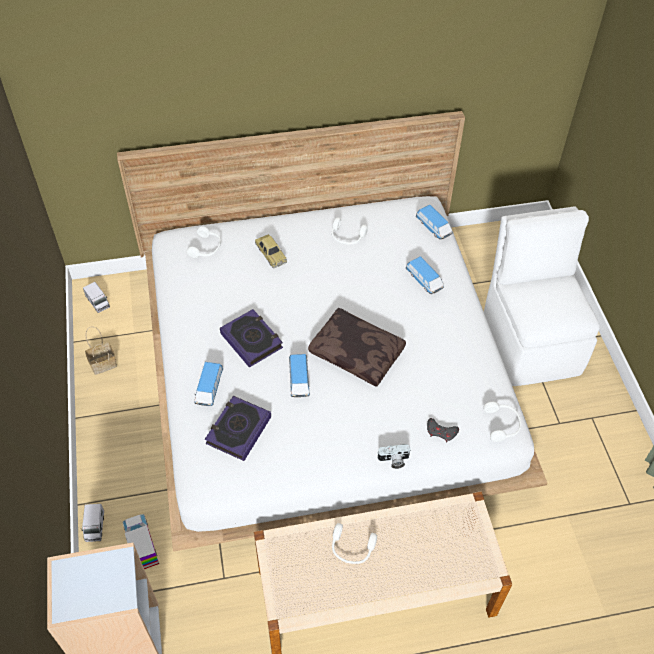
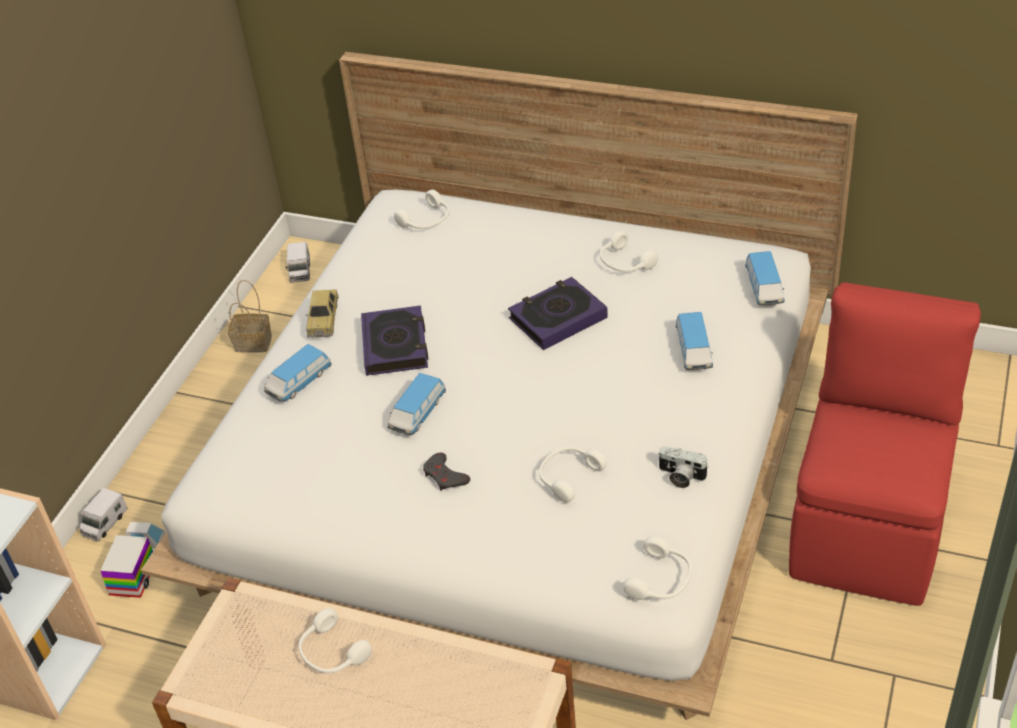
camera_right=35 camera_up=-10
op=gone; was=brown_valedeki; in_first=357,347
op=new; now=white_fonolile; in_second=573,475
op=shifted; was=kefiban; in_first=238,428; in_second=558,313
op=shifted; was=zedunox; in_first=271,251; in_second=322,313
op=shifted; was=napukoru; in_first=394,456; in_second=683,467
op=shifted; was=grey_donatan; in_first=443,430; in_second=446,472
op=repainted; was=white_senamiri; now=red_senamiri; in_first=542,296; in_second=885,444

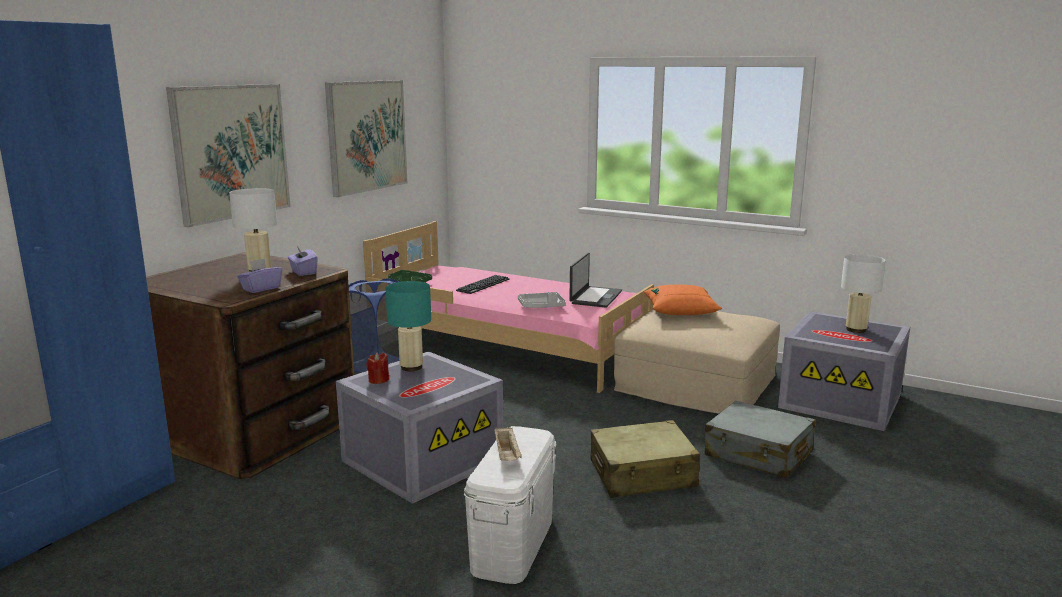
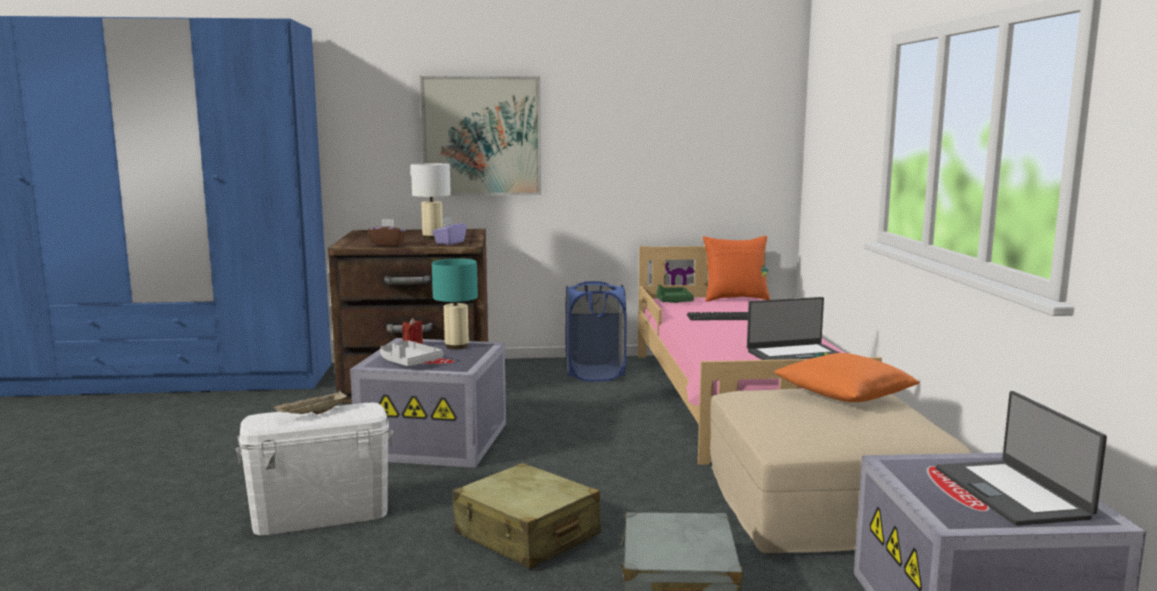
camera_right=55 camera_up=-5
op=gone; was=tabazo; in_first=366,138
op=new; now=orange_valedeki; in_second=736,269
op=shifted; was=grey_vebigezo; in_first=542,300; in_second=411,353
op=swapped; was=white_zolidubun; now=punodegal; in_first=863,293; in_second=1021,458
op=repainted; was=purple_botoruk; now=brown_botoruk; in_first=260,275; in_second=387,233

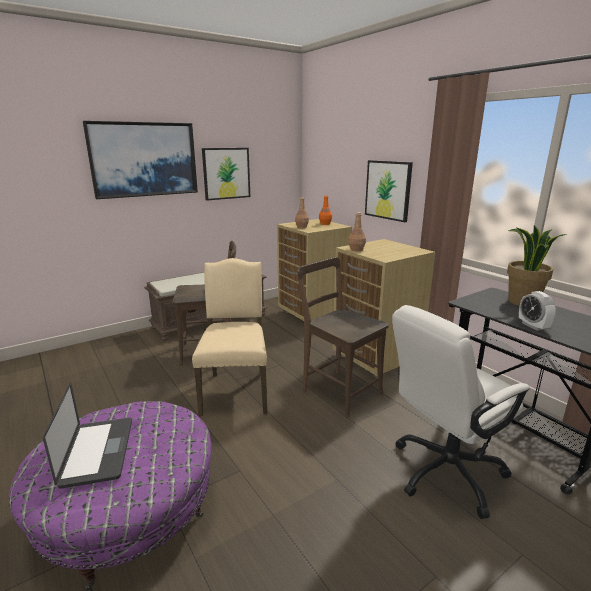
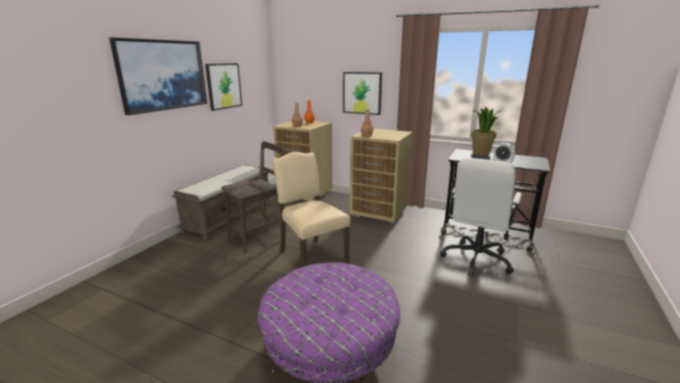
camera_right=-30 camera_up=0
op=gone; was=punodegal; in_first=87,436
op=gone; was=brown_senamiri; in_first=343,337

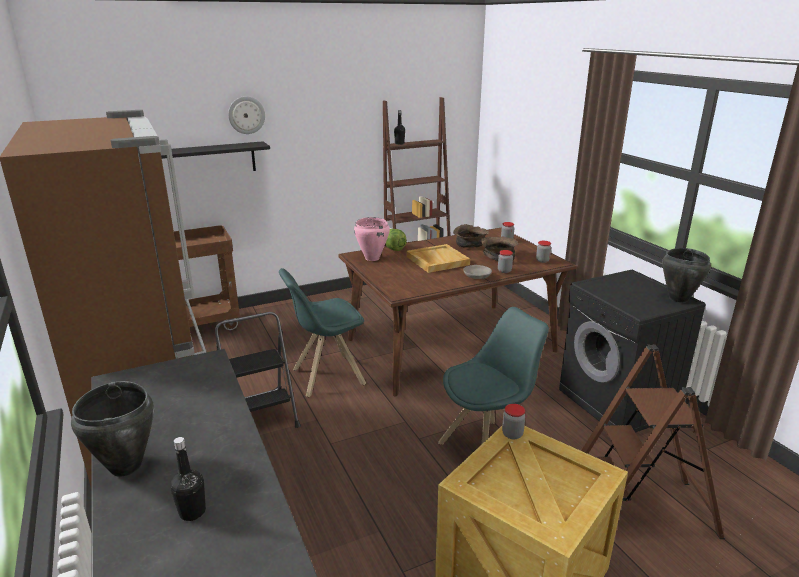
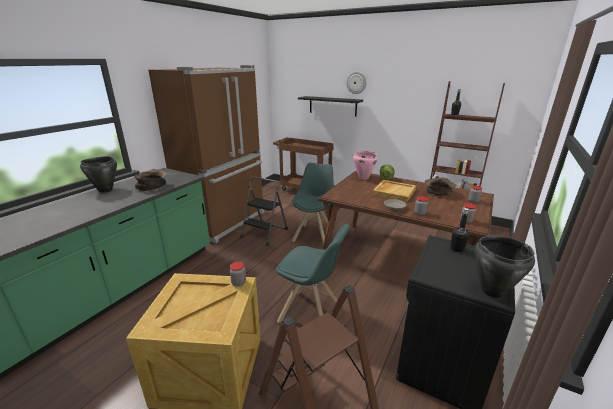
camera_right=55 camera_up=0
op=shifted; was=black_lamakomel; in_first=188,479; in_second=460,230
op=shifted; was=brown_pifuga; in_first=500,249; in_second=151,180
op=rotated; was=turquoise_senamiri; in_first=322,332; in_second=313,204; clockwise=75

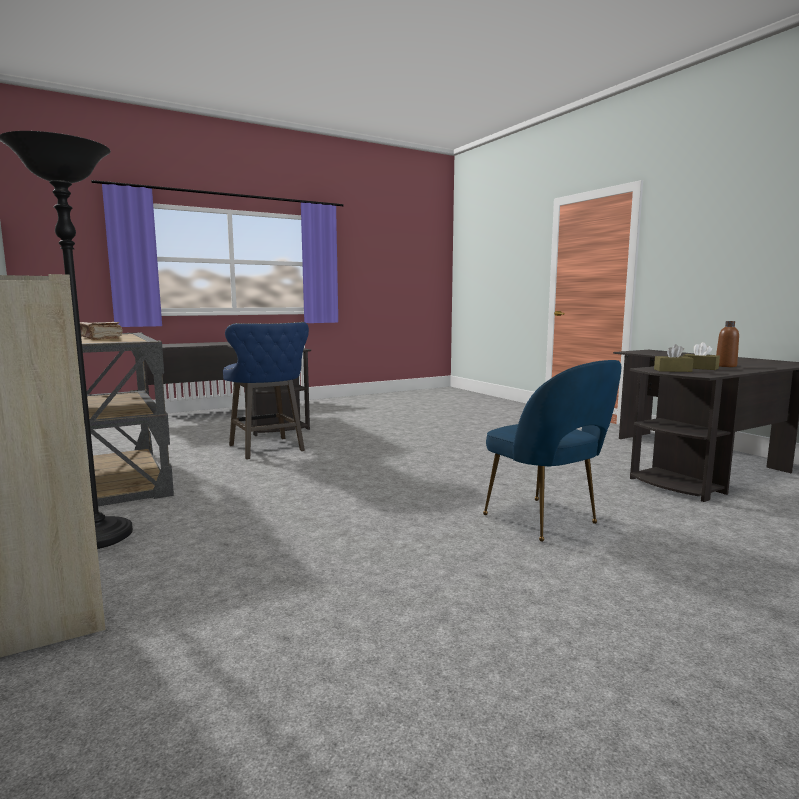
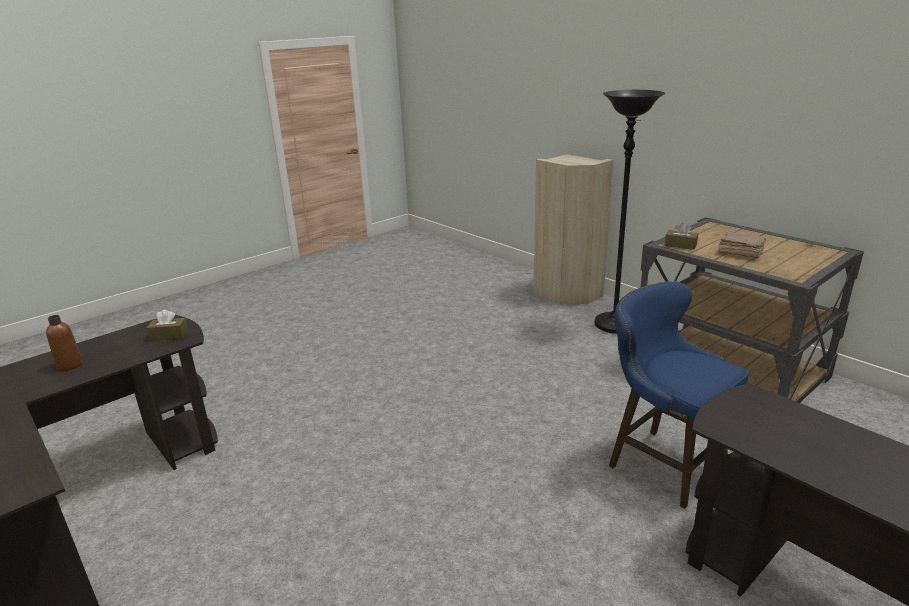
camera_right=170 camera_up=15
op=gone; was=blue_senamiri; in_first=552,451
op=shifted; was=brown_botoruk; in_first=701,356; in_second=681,236

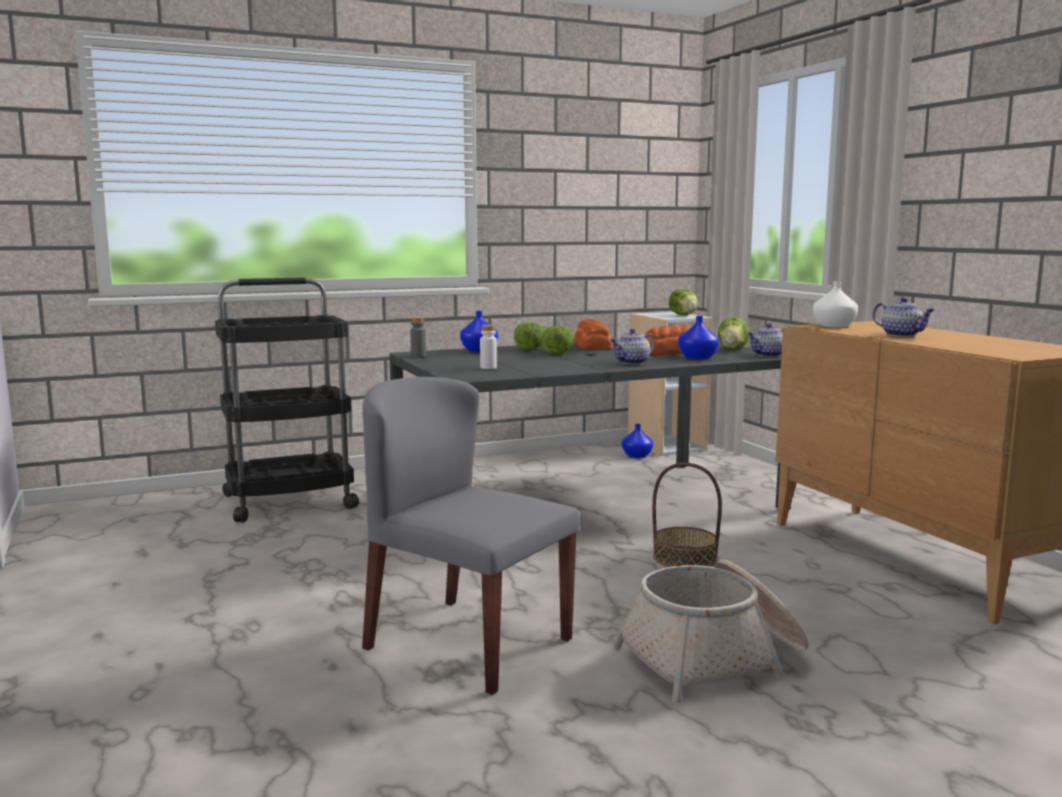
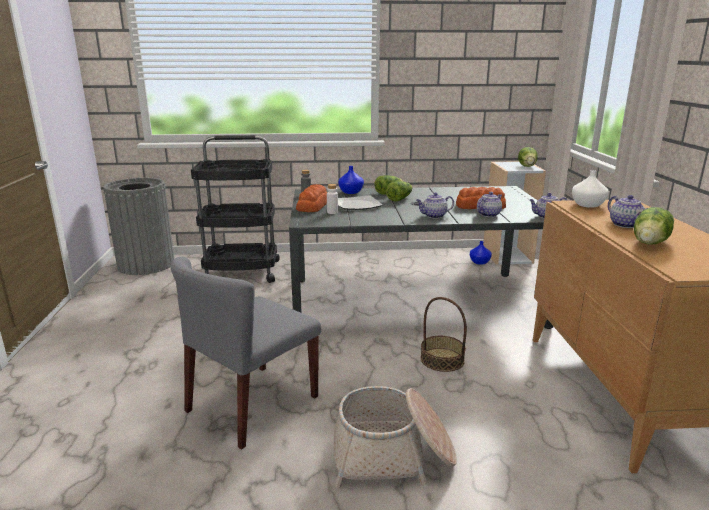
camera_right=20 camera_up=10
op=new; now=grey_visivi; in_second=138,226
op=new; now=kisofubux; in_second=360,202
op=shifted; was=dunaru; in_first=593,334; in_second=311,198
op=shifted; was=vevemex; in_first=733,333; in_second=654,226
op=swapped; was=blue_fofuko; now=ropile; in_first=698,338; in_second=489,204
op=rotated; was=grey_senamiri; in_first=471,536; in_second=245,353; clockwise=-105

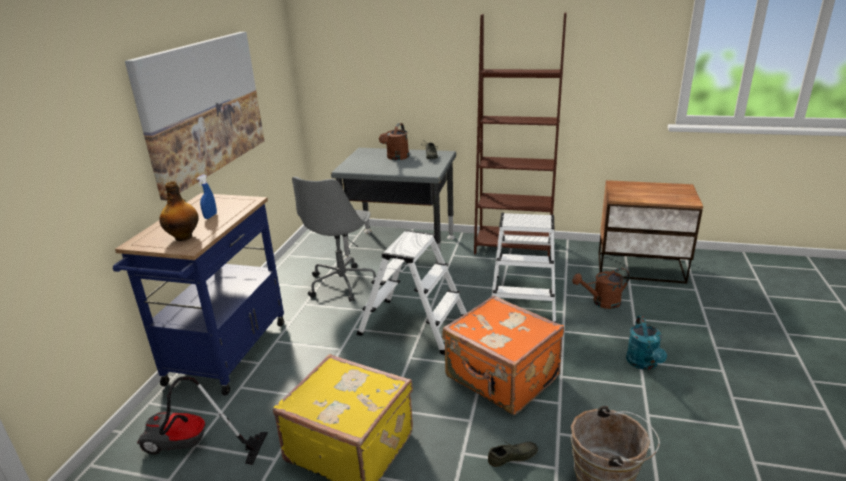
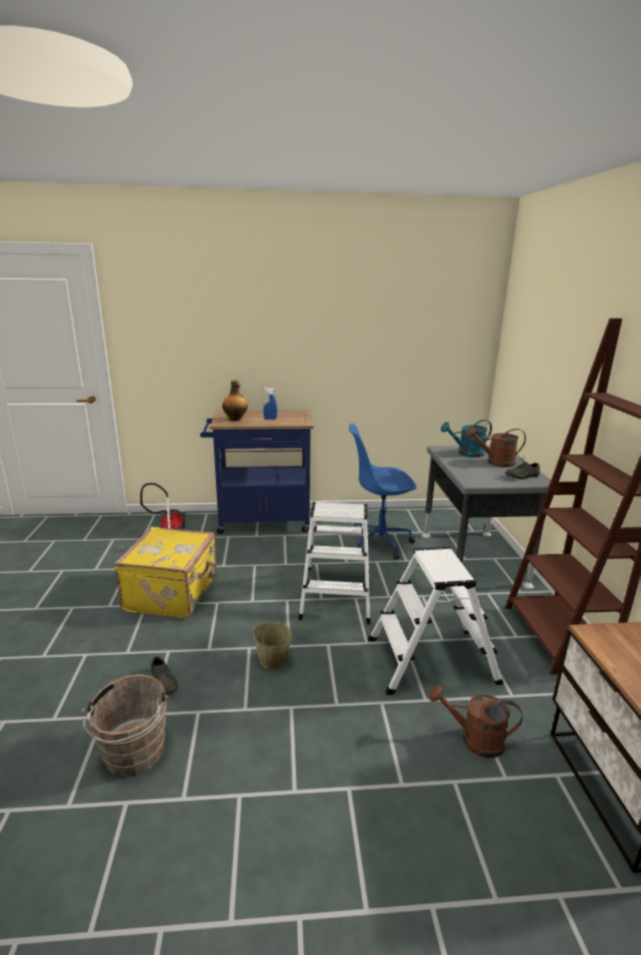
camera_right=70 camera_up=-5
op=gone; was=tabazo; in_first=195,116
op=shifted; was=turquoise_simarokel; in_first=646,343; in_second=466,438
op=swapped; was=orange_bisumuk; now=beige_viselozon; in_first=503,355; in_second=272,642
op=repainted; was=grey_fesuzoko; now=blue_fesuzoko; in_first=334,239; in_second=382,492
op=rotated; was=brown_simarokel; in_first=601,288; in_second=476,721; clockwise=-45

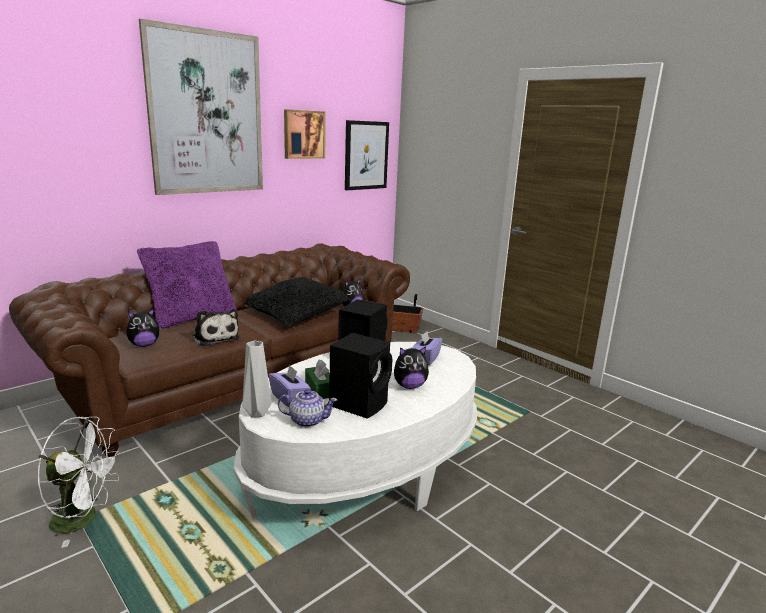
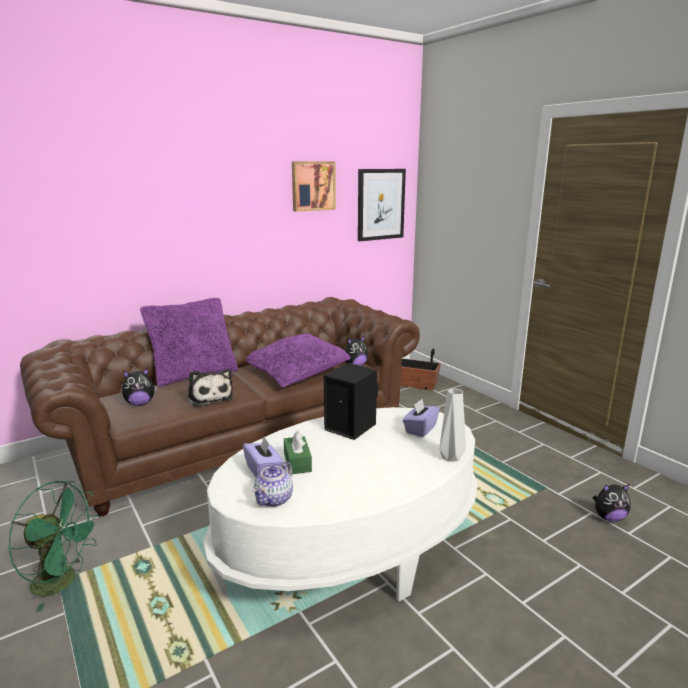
camera_right=10 camera_up=0
op=gone; was=tabazo; in_first=201,107
op=gone; was=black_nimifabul; in_first=360,376
op=shifted; was=grey_fofuko; in_first=257,379; in_second=453,425
op=shifted; was=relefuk; in_first=411,367; in_second=612,503
op=repainted; was=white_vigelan; now=green_vigelan; in_first=79,482; in_second=54,546
op=repainted; was=black_valedeki; now=purple_valedeki; in_first=296,302; in_second=298,360
op=rotated; was=ropile; in_first=307,408; in_second=272,484; clockwise=105

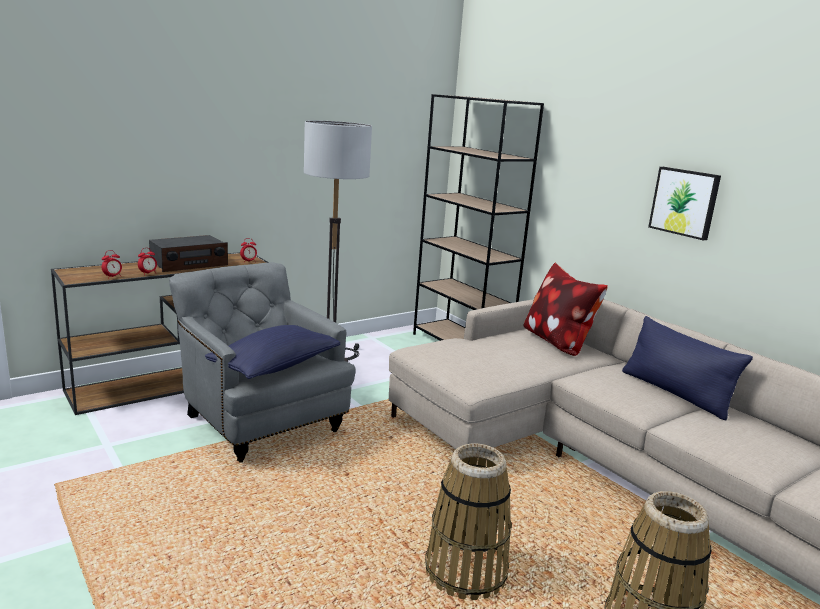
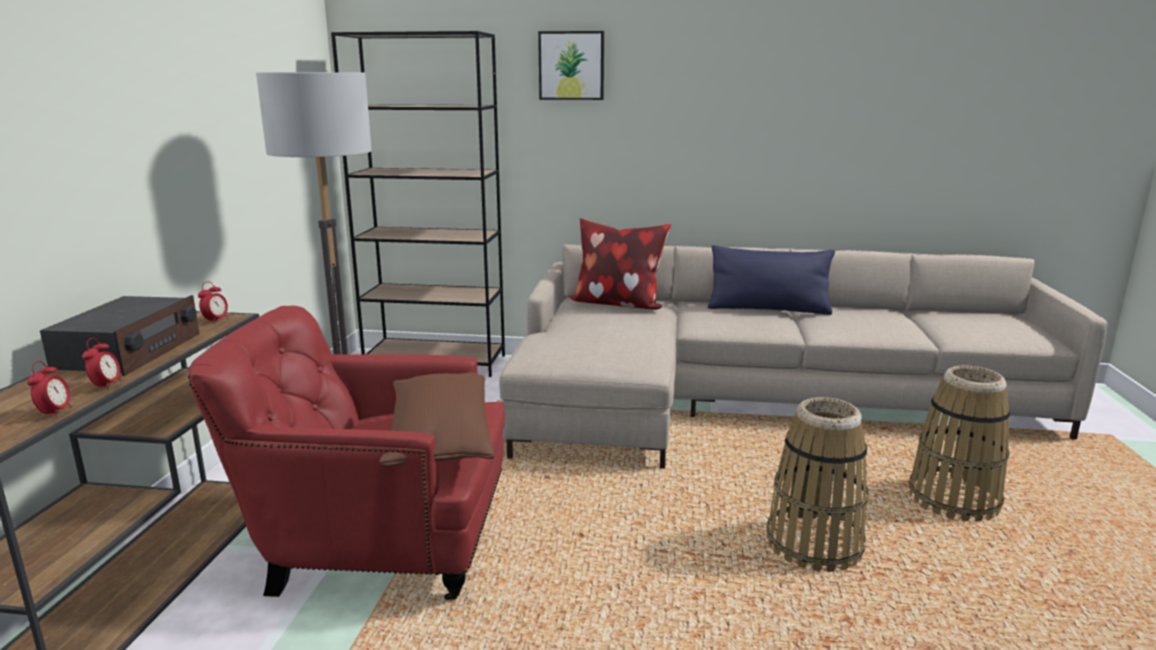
camera_right=-45 camera_up=0
op=shifted; was=tabazo; in_first=684,204; in_second=571,65
op=repainted; was=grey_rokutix; now=red_rokutix; in_first=262,362; in_second=346,453
op=repainted; was=blue_valedeki; now=brown_valedeki; in_first=272,352; in_second=436,419

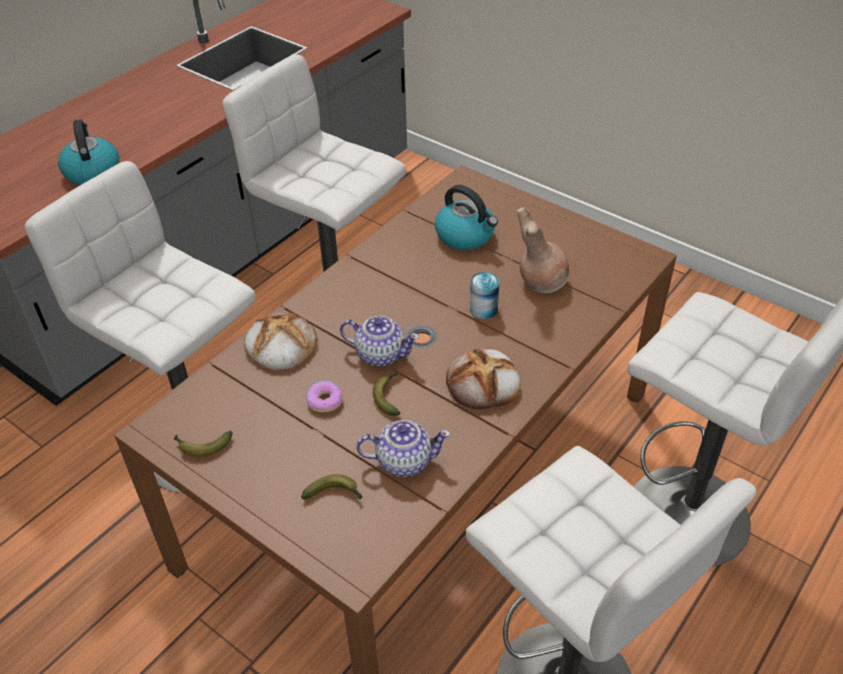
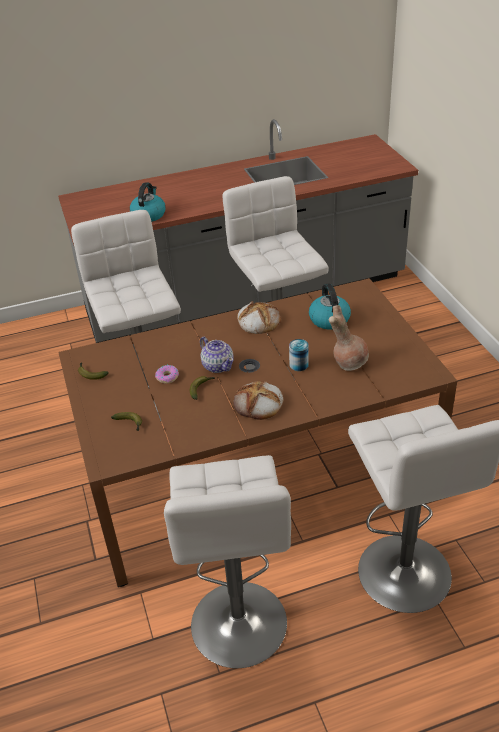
camera_right=35 camera_up=-5
op=gone; was=ropile; in_first=403,448
op=shifted; was=dunaru; in_first=280,341; in_second=259,317

